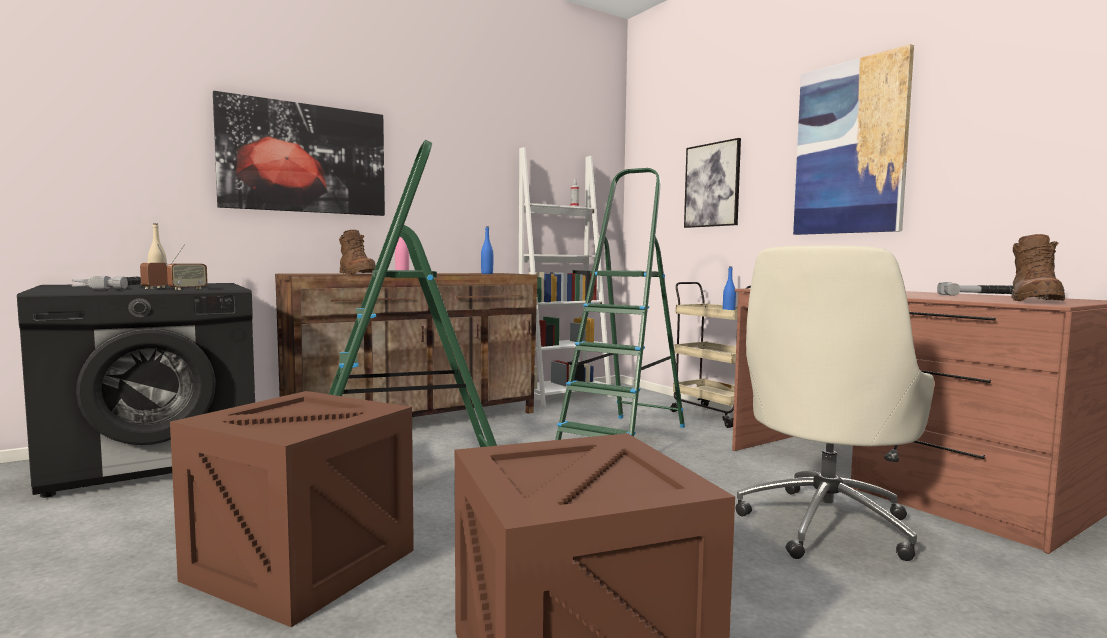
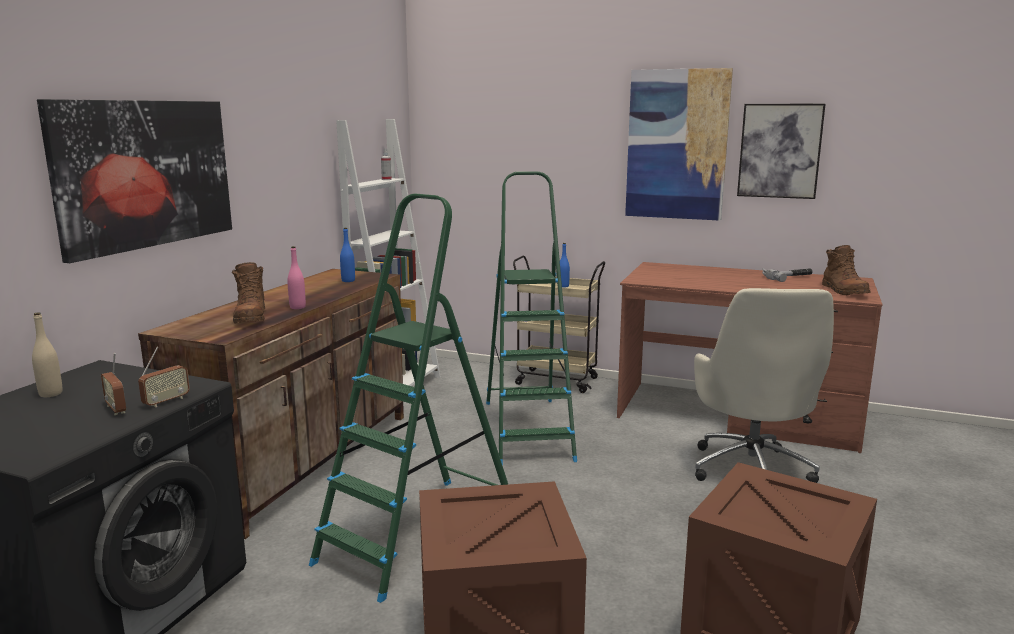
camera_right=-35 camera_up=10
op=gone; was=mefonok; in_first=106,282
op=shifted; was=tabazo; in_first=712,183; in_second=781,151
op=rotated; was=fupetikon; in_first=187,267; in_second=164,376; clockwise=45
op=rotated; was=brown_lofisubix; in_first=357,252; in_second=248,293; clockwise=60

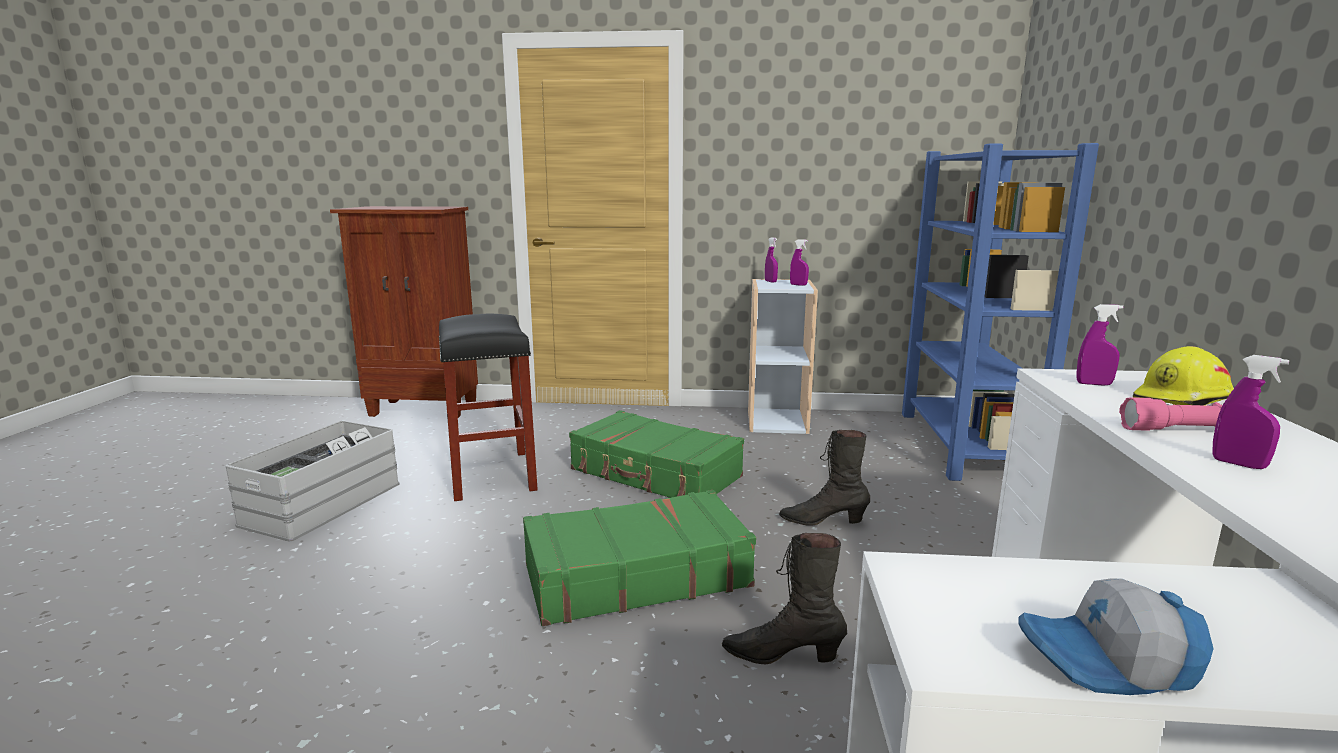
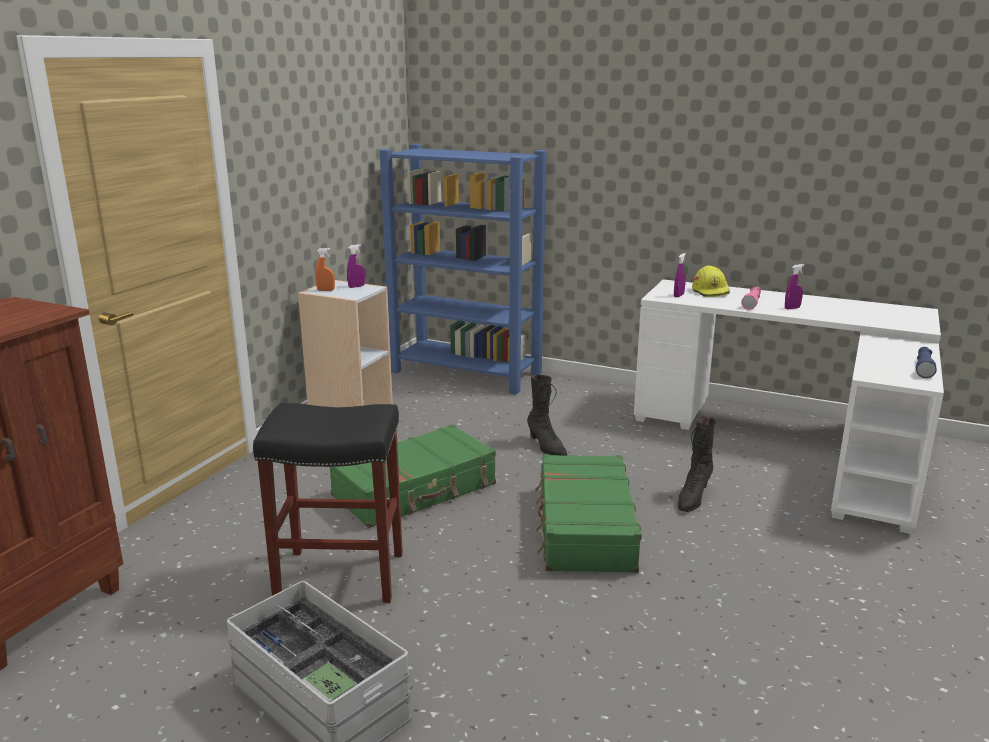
camera_right=-70 camera_up=5
op=swapped; was=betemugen; now=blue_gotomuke; in_first=1116,637; in_second=926,362
op=repainted; was=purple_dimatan; now=orange_dimatan; in_first=771,259; in_second=325,269
op=rotated; was=black_lofisubix; in_first=824,478; in_second=547,415; clockwise=-60

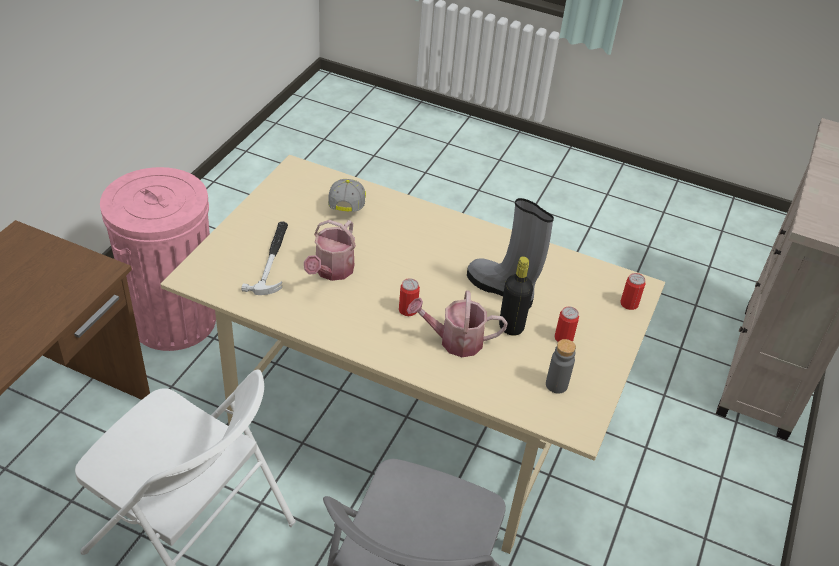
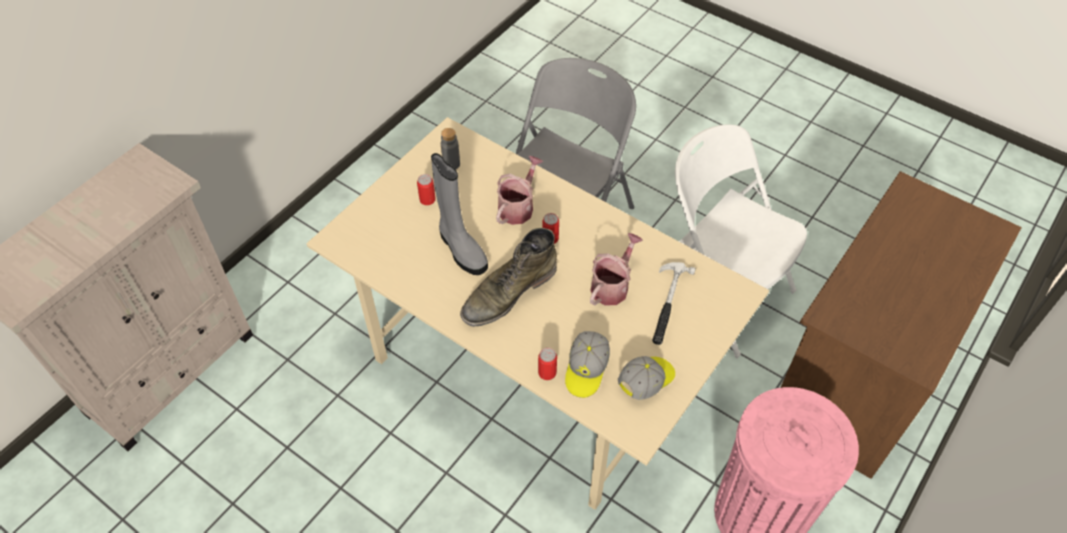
camera_right=-165 camera_up=10
op=gone; was=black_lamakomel; in_first=516,296
op=new; now=green_lofisubix; in_second=508,277
op=new; now=betemugen; in_second=646,378
op=shifted; was=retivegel; in_first=633,291; in_second=547,364
op=rotated; was=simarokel; in_first=457,323; in_second=519,190; clockwise=-75

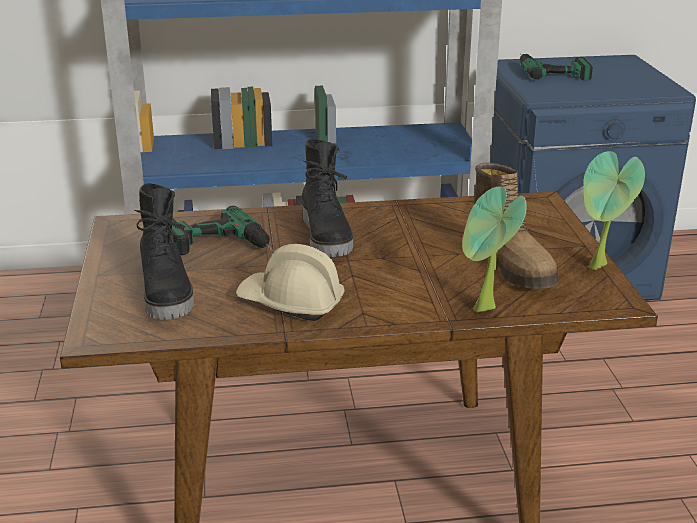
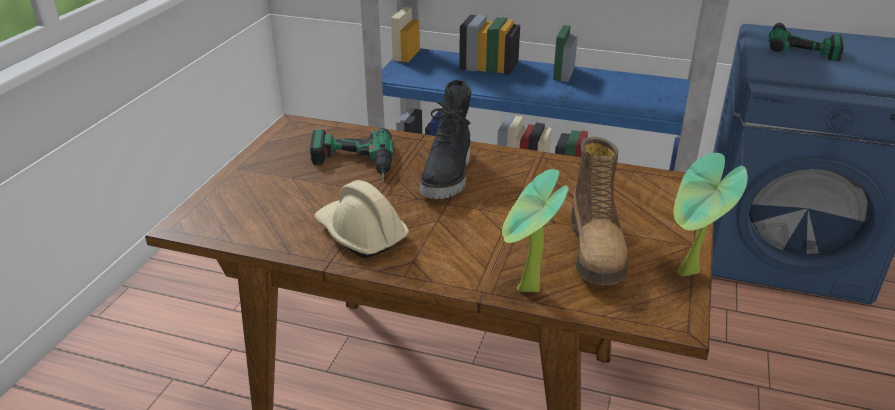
camera_right=25 camera_up=5
op=gone; was=black_lofisubix; in_first=164,251

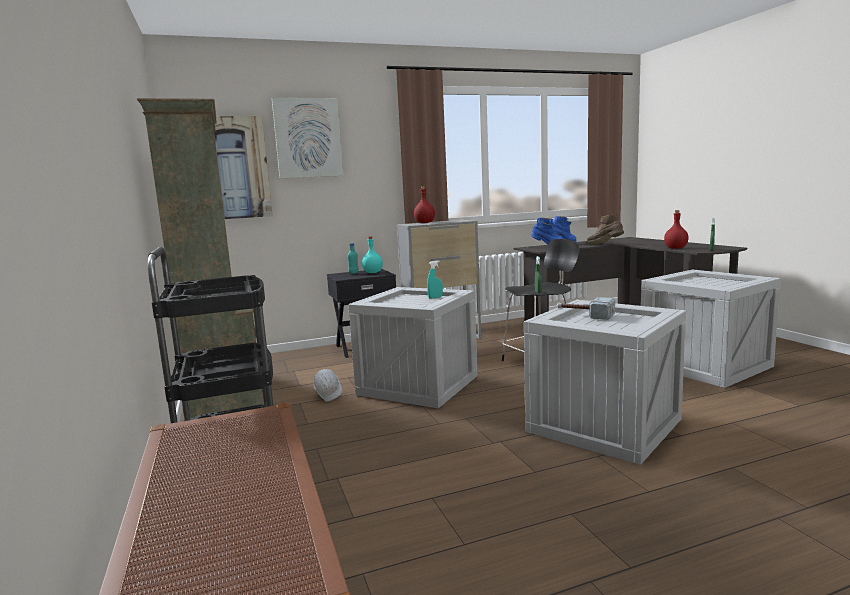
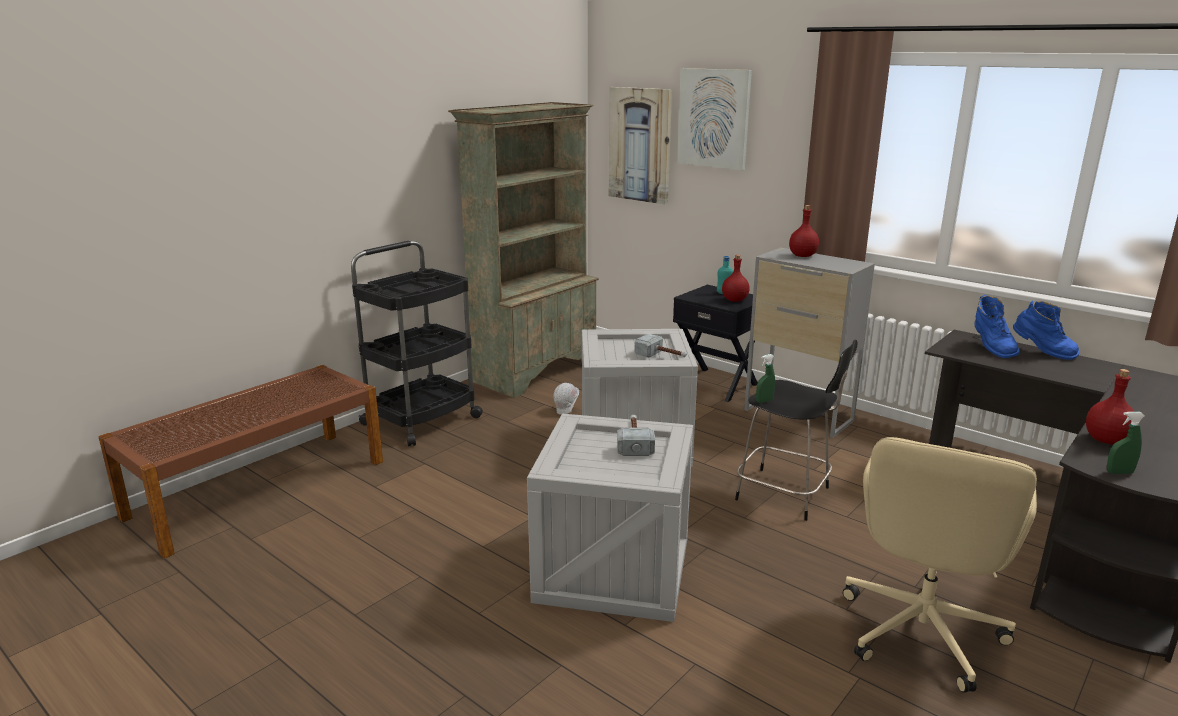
camera_right=60 camera_up=10
op=gone; was=brown_lofisubix; in_first=605,229
op=swapped; was=turquoise_dimatan; now=mefonok; in_first=435,279; in_second=660,345
op=swapped; was=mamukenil; now=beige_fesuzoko; in_first=711,328; in_second=940,565
op=repainted; was=turquoise_lamakomel; now=red_lamakomel; in_first=372,254; in_second=736,278

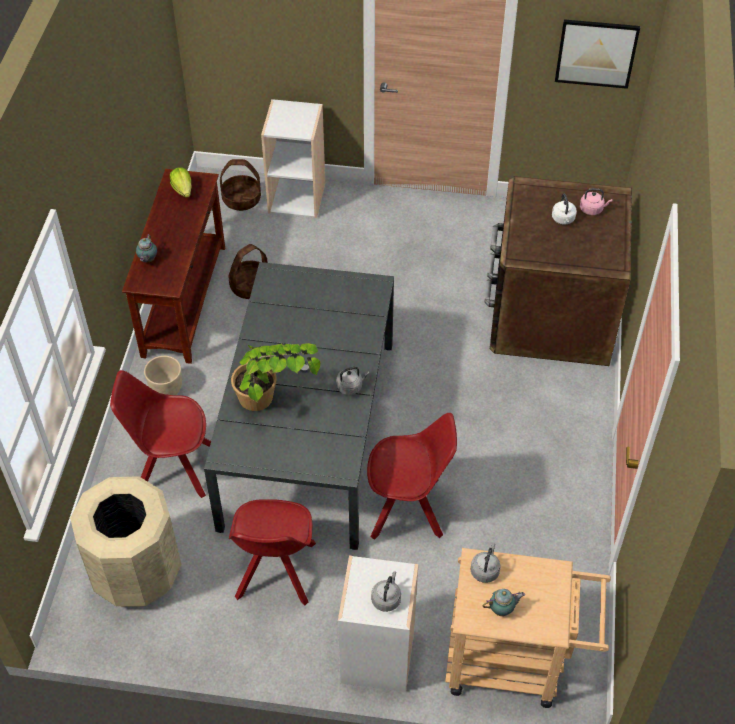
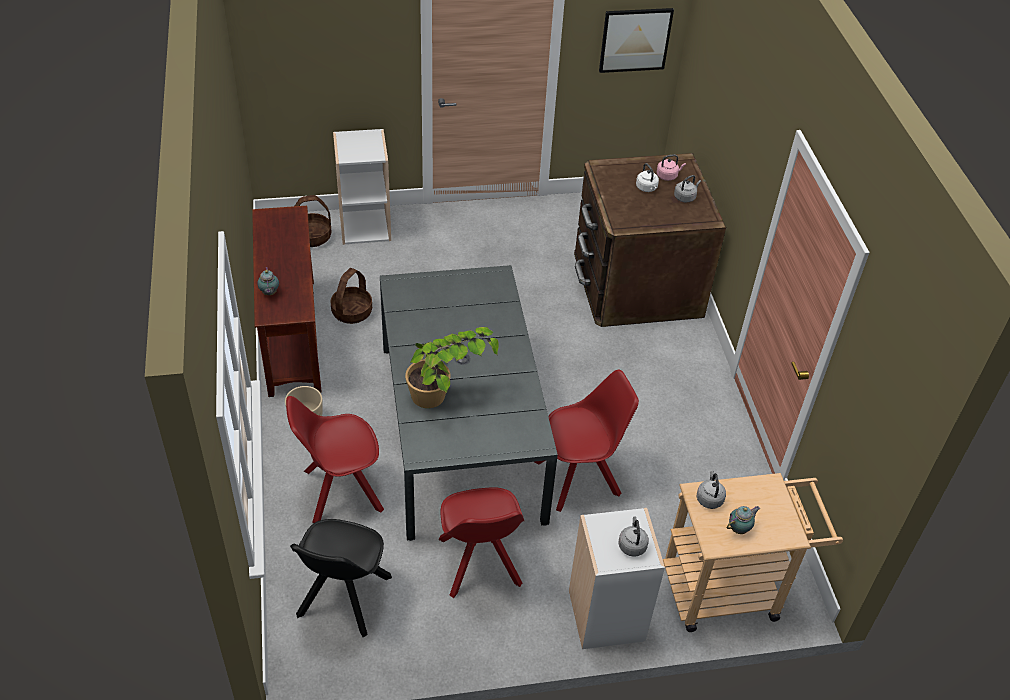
camera_right=-20 camera_up=-5
op=gone; was=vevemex; in_first=180,182
op=shifted; was=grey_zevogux; in_first=353,381; in_second=687,188
op=swapped; was=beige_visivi; now=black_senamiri; in_first=125,541; in_second=341,578

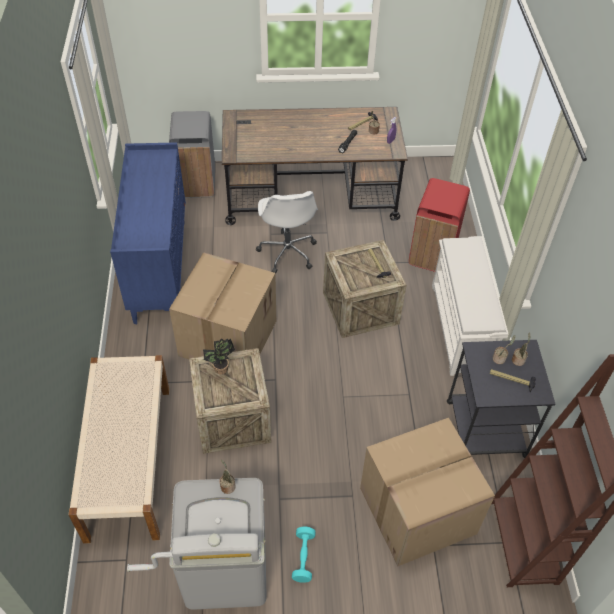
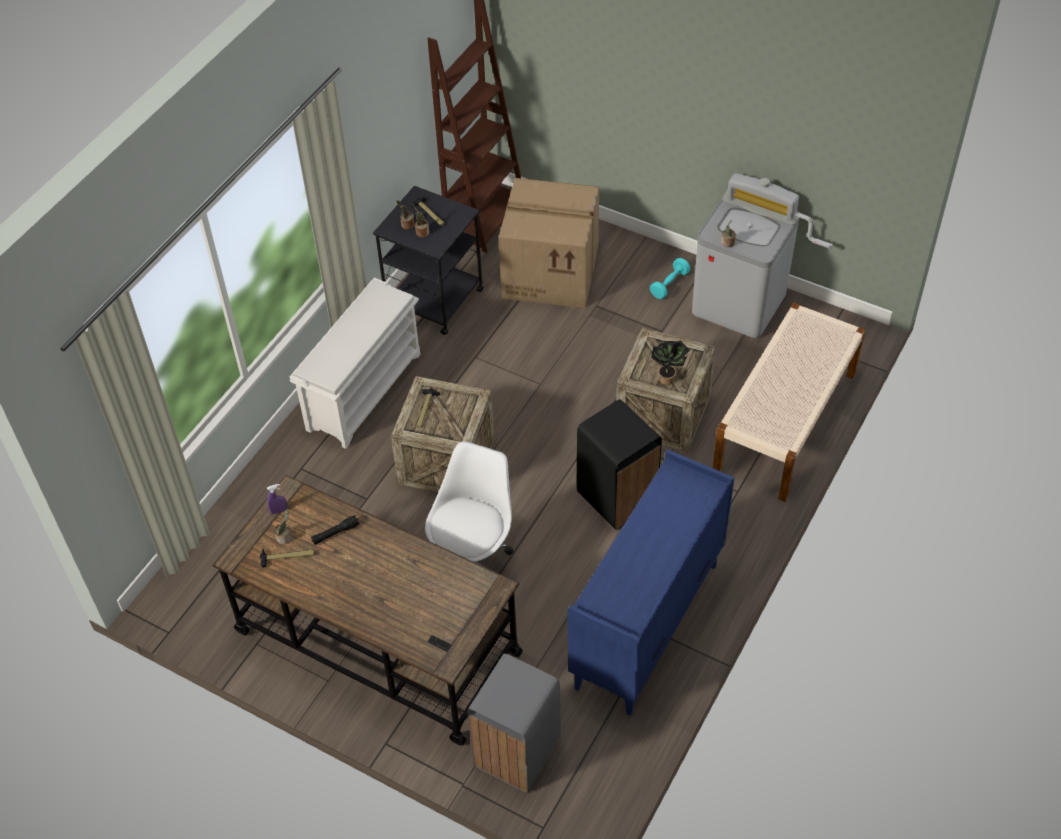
camera_right=-145 camera_up=0
op=gone; was=red_visivi; in_first=439,225
op=swapped; was=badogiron; now=black_visivi; in_first=222,305; in_second=619,464

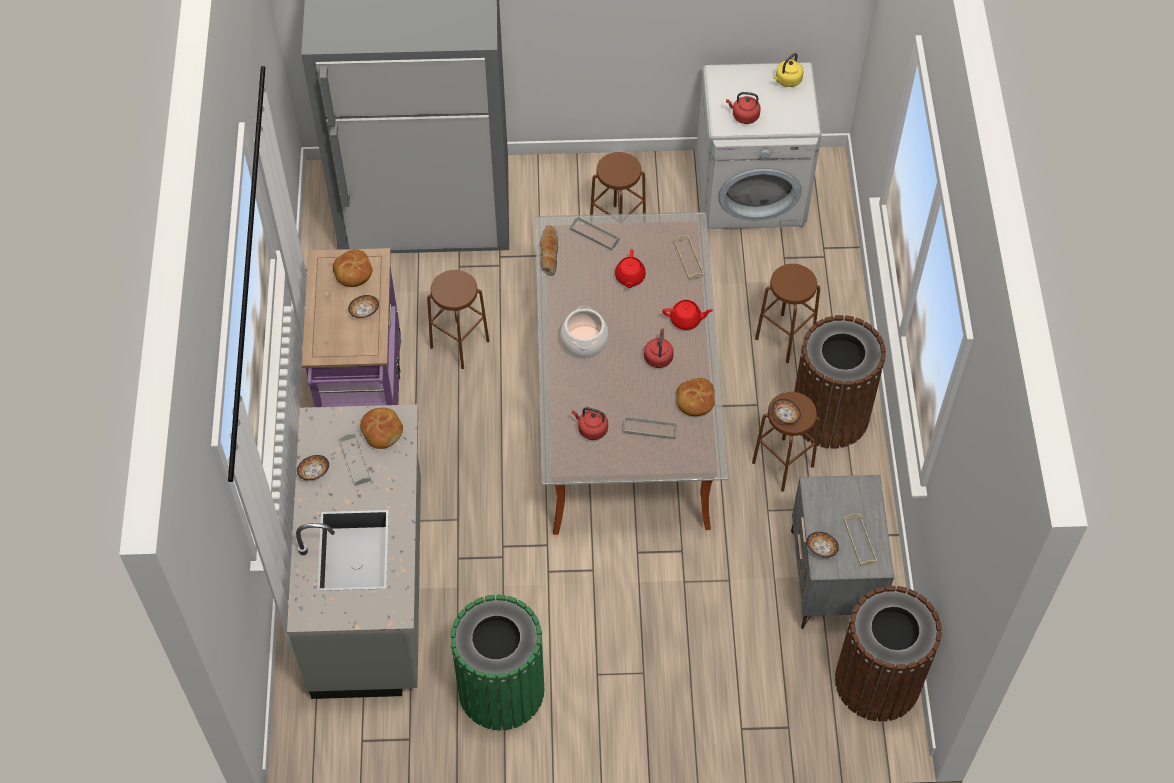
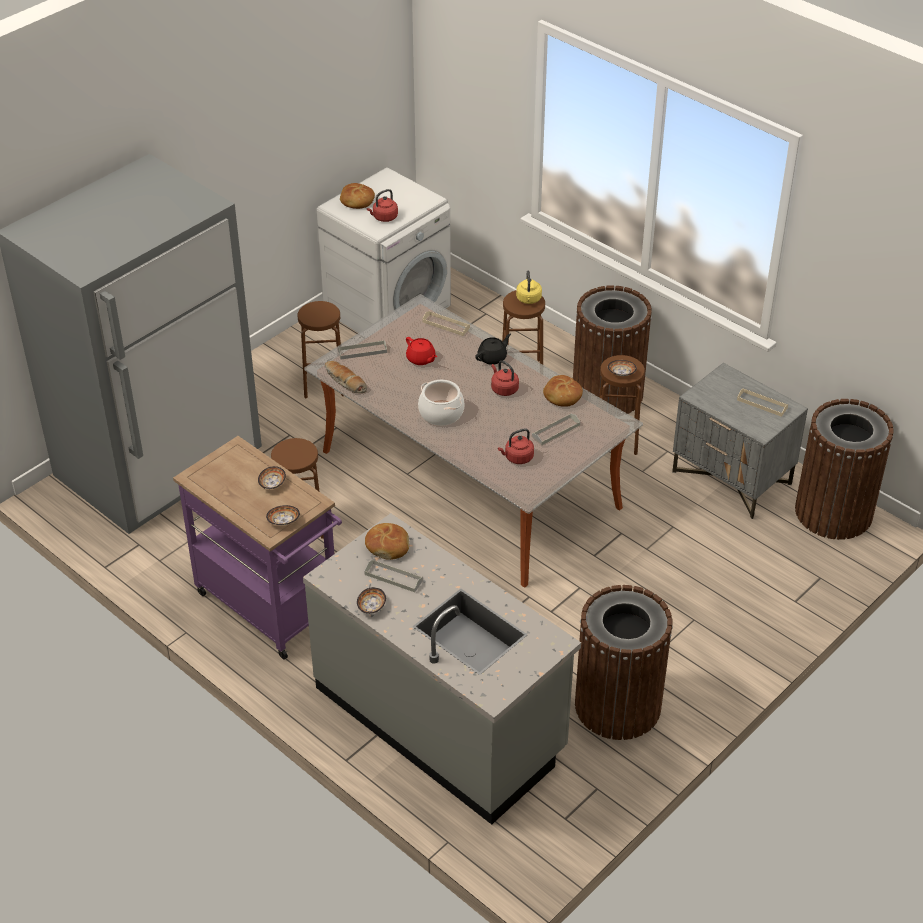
camera_right=-45 camera_up=-15
op=shifted; was=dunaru; in_first=353,268; in_second=357,196
op=shifted; was=yellow_zevogux; in_first=789,70; in_second=529,287
op=shifted; was=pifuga; in_first=823,545; in_second=283,515
op=repainted; was=green_visivi; now=brown_visivi; in_first=497,662; in_second=624,662
op=repainted; was=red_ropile; now=black_ropile; in_first=688,315; in_second=493,349

